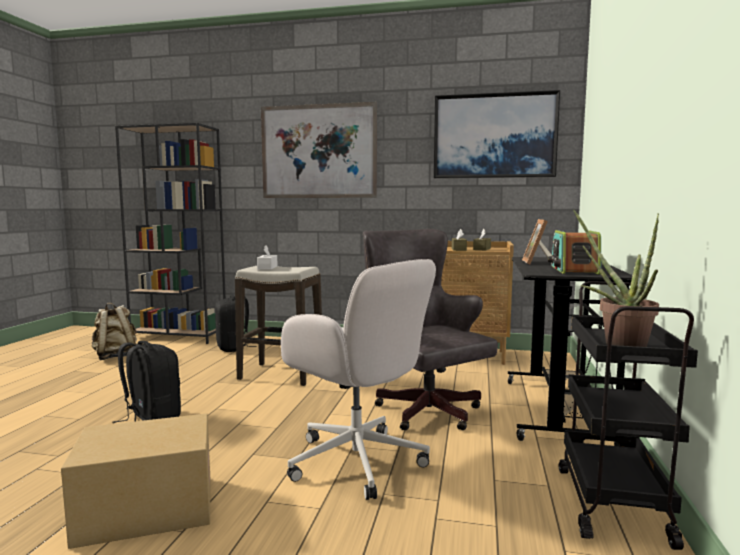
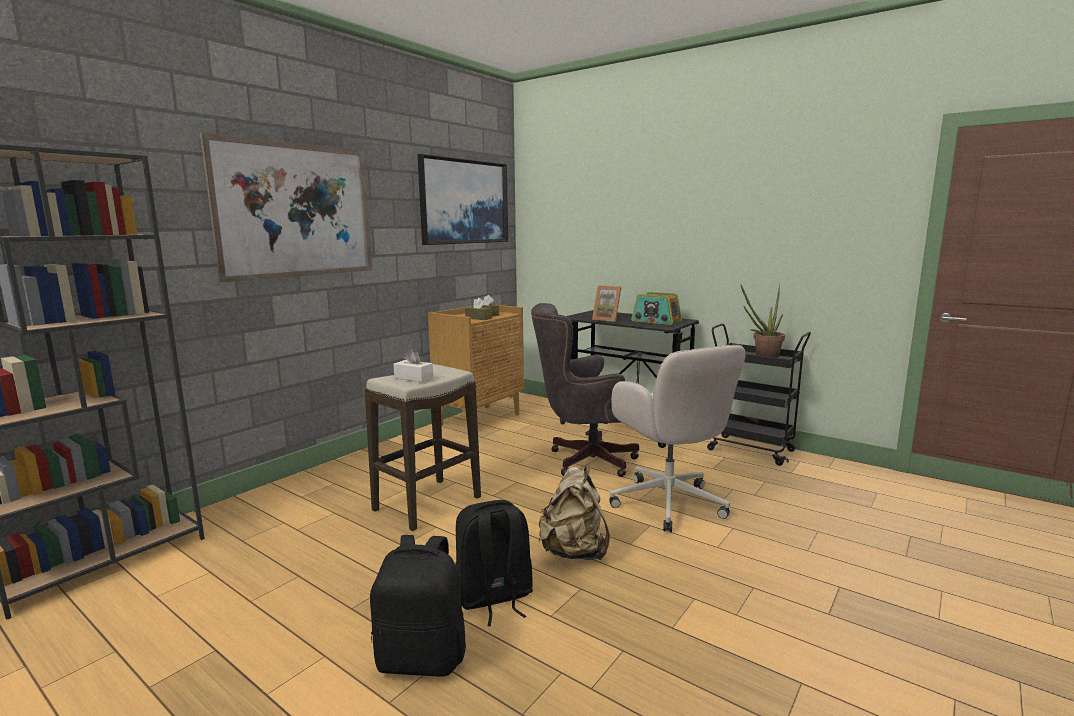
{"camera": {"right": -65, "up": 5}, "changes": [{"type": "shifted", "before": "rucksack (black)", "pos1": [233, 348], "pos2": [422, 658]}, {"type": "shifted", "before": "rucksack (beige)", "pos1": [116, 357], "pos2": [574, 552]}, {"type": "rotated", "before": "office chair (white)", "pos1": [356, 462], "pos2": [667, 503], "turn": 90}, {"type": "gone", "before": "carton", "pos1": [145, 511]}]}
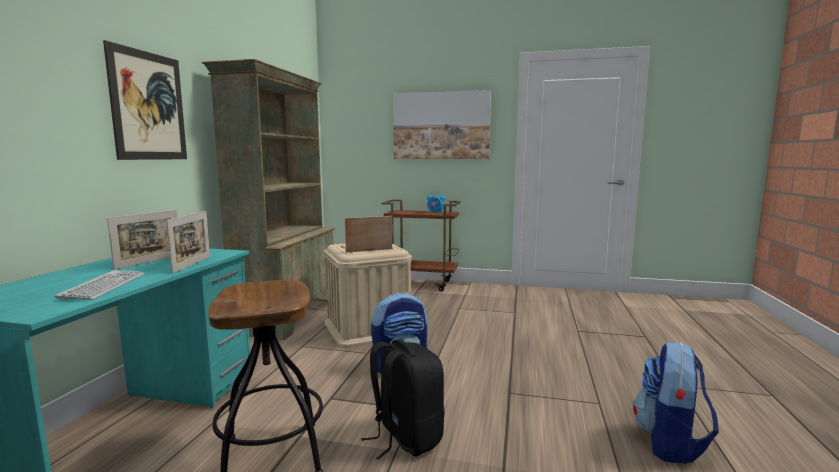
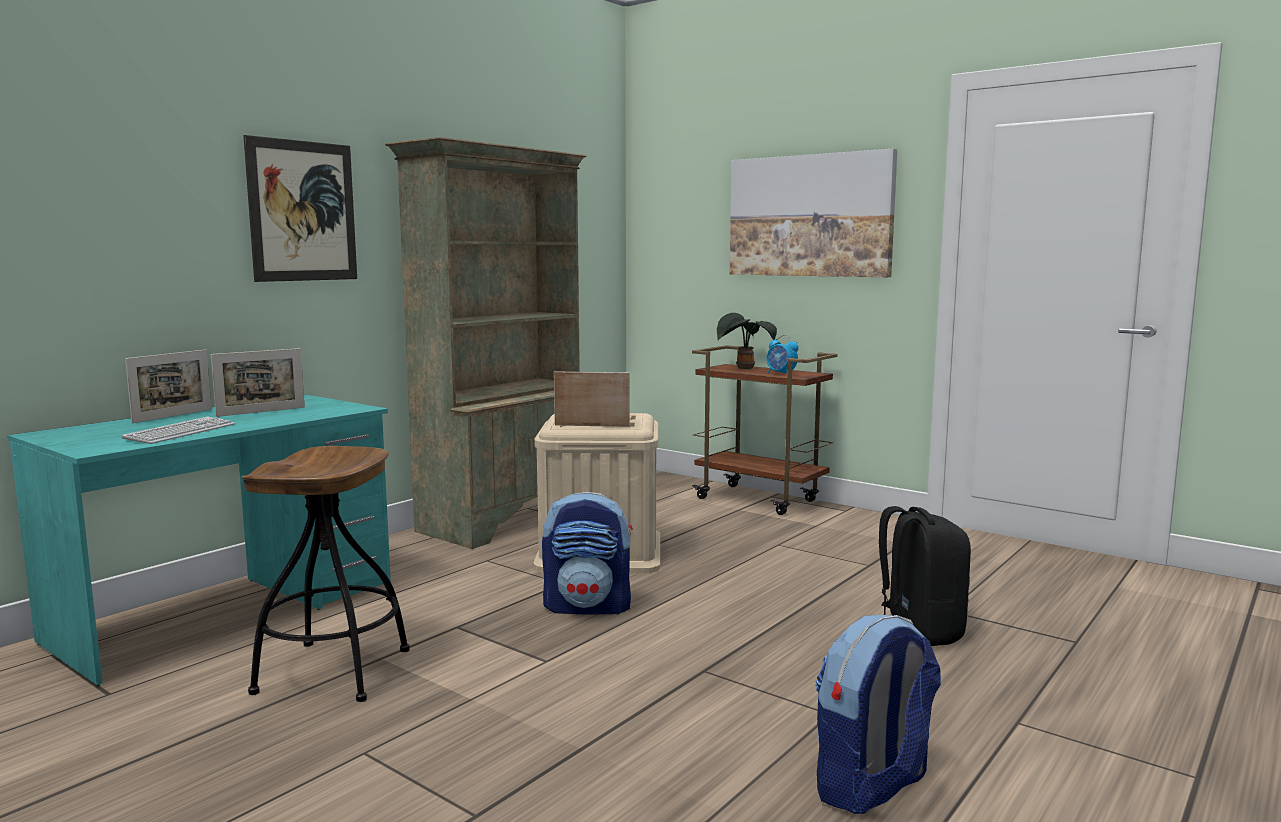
{"camera": {"right": 25, "up": 0}, "changes": [{"type": "shifted", "before": "picture frame", "pos1": [192, 264], "pos2": [173, 416]}, {"type": "new", "after": "plant in a pot", "pos2": [743, 368]}, {"type": "shifted", "before": "rucksack (black)", "pos1": [405, 437], "pos2": [917, 631]}]}
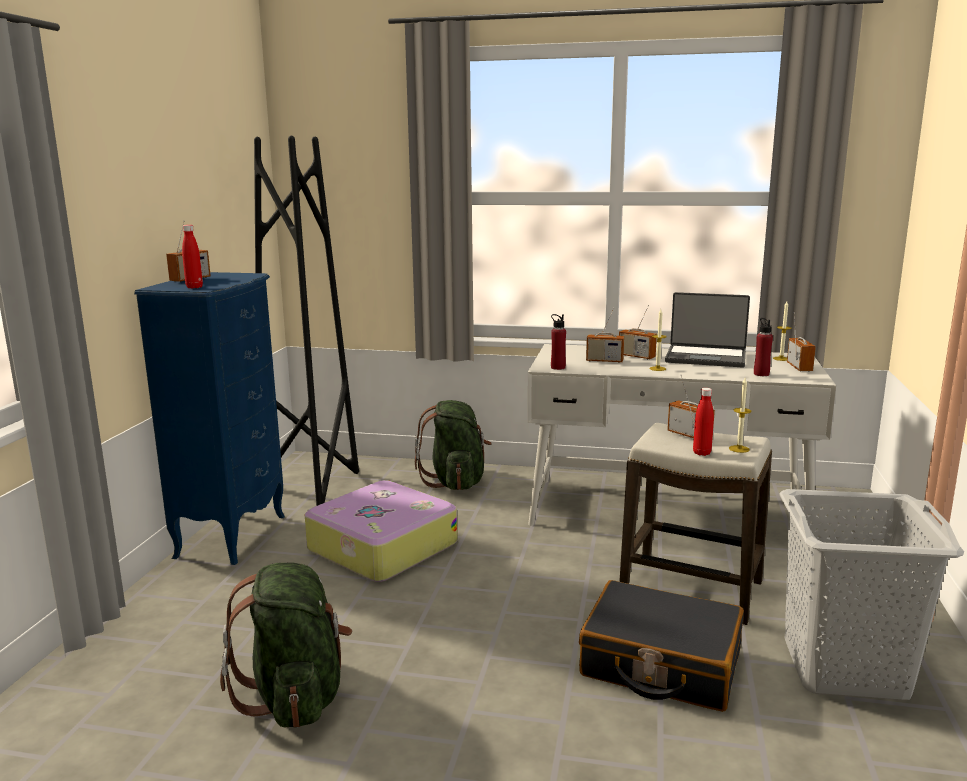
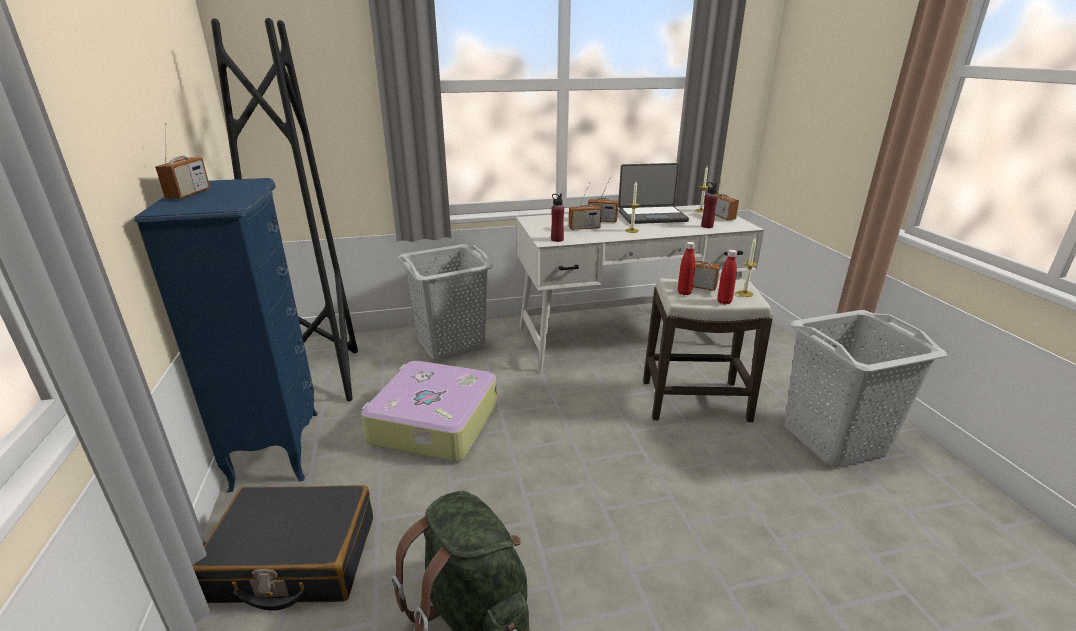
{"camera": {"right": -25, "up": 10}, "changes": [{"type": "shifted", "before": "piece of luggage (black)", "pos1": [660, 664], "pos2": [295, 559]}, {"type": "swapped", "before": "rucksack (green)", "after": "hamper (greyish)", "pos1": [456, 482], "pos2": [450, 344]}, {"type": "shifted", "before": "drink bottle (red)", "pos1": [194, 287], "pos2": [684, 293]}]}
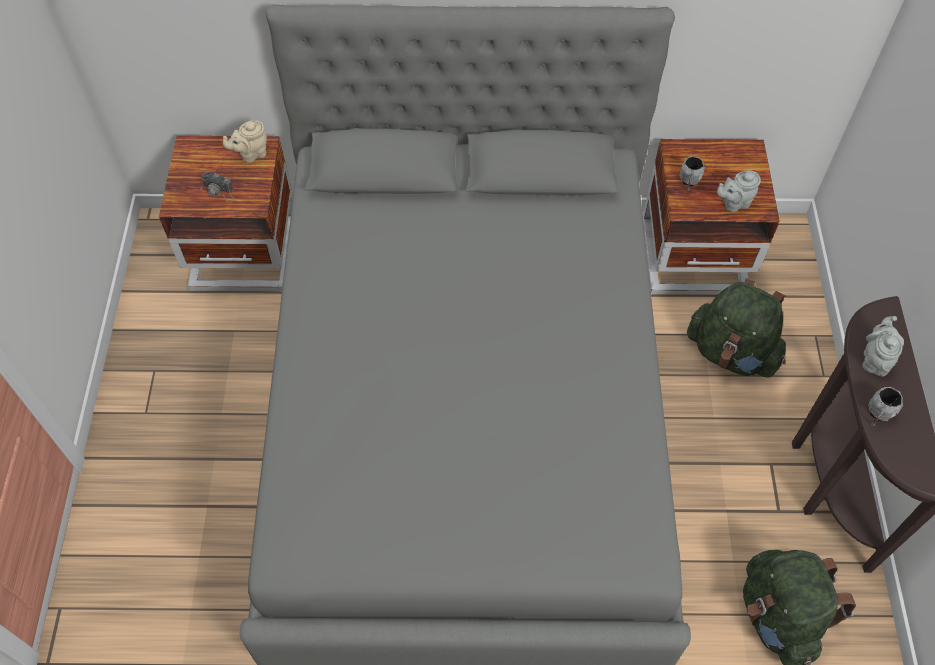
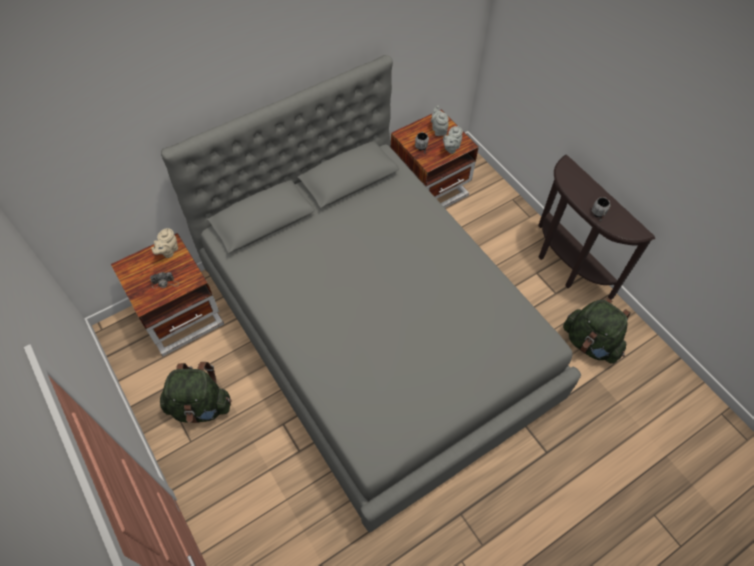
{"camera": {"right": -35, "up": 0}, "changes": [{"type": "shifted", "before": "rucksack (green)", "pos1": [731, 352], "pos2": [200, 406]}, {"type": "shifted", "before": "tea pot (greyish)", "pos1": [875, 359], "pos2": [438, 130]}]}
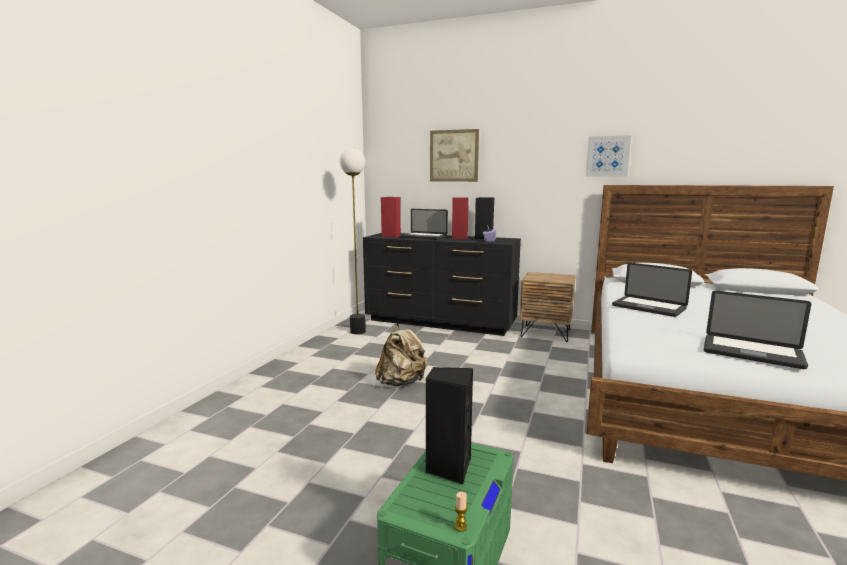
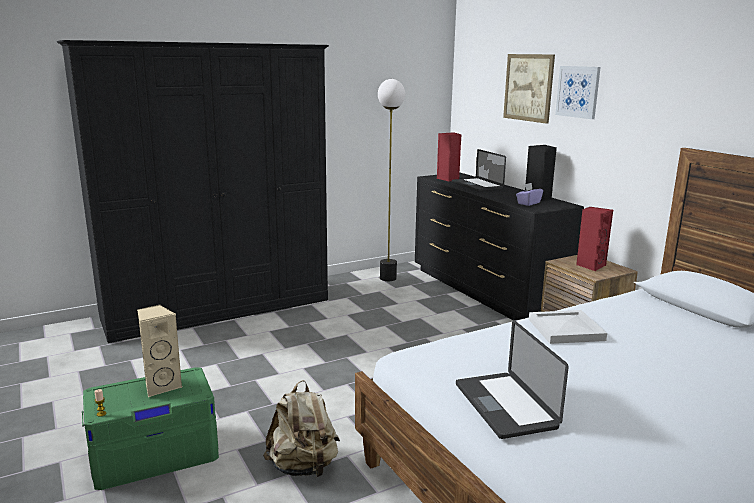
{"camera": {"right": 40, "up": 5}, "changes": [{"type": "new", "after": "wardrobe (black)", "pos2": [218, 308]}, {"type": "repainted", "before": "loudspeaker (black)", "after": "loudspeaker (beige)", "pos1": [448, 468], "pos2": [161, 386]}, {"type": "shifted", "before": "rucksack (beige)", "pos1": [402, 382], "pos2": [303, 467]}, {"type": "swapped", "before": "portable computer", "after": "carrying tray (white)", "pos1": [648, 307], "pos2": [567, 330]}, {"type": "shifted", "before": "picture", "pos1": [607, 156], "pos2": [578, 91]}, {"type": "shifted", "before": "loudspeaker (red)", "pos1": [459, 237], "pos2": [590, 265]}]}
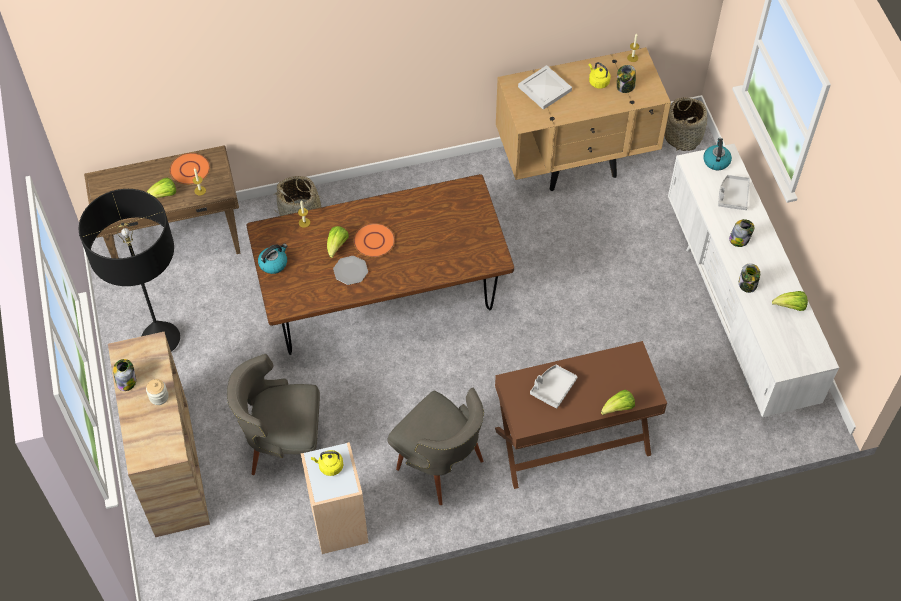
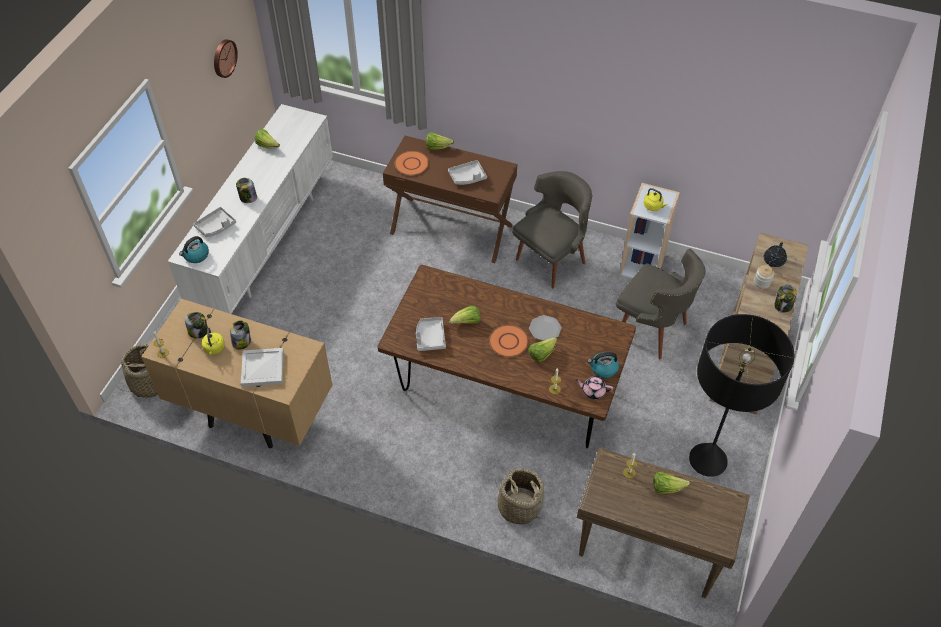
{"camera": {"right": -145, "up": -5}, "changes": [{"type": "new", "after": "hanging clock", "pos2": [223, 58]}, {"type": "shifted", "before": "jar", "pos1": [747, 284], "pos2": [241, 341]}, {"type": "shifted", "before": "flat dish (orange-coloured)", "pos1": [190, 169], "pos2": [411, 164]}, {"type": "new", "after": "carrying tray (greyish)", "pos2": [430, 337]}, {"type": "new", "after": "lettuce", "pos2": [467, 322]}, {"type": "rotated", "before": "plain chair (greyish)", "pos1": [439, 465], "pos2": [550, 262], "turn": 60}, {"type": "new", "after": "tea pot (pink-coloured)", "pos2": [593, 391]}, {"type": "new", "after": "tea pot (black)", "pos2": [773, 261]}]}
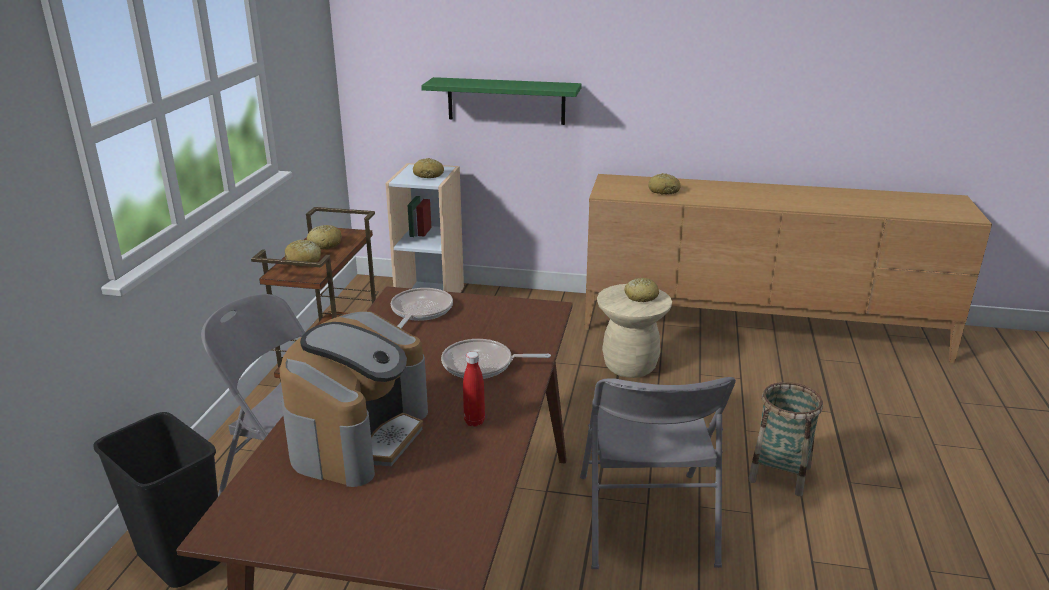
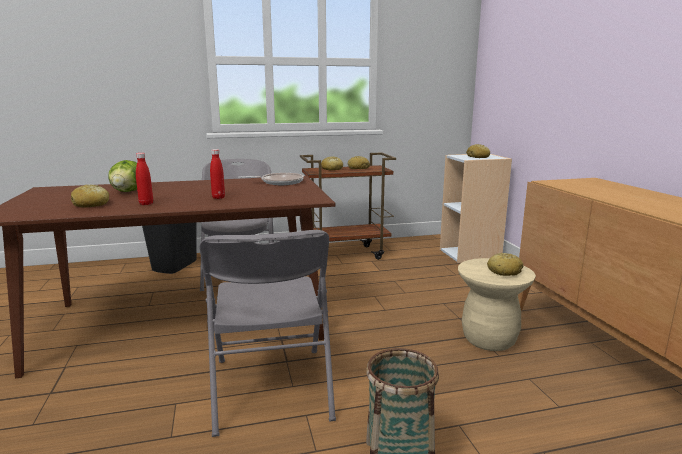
{"camera": {"right": 65, "up": -10}, "changes": [{"type": "shifted", "before": "baked bread", "pos1": [664, 191], "pos2": [91, 204]}, {"type": "swapped", "before": "coffee brewer", "after": "lettuce", "pos1": [359, 435], "pos2": [128, 191]}, {"type": "rotated", "before": "plain chair (greyish)", "pos1": [645, 519], "pos2": [271, 388], "turn": -75}, {"type": "swapped", "before": "skillet", "after": "drink bottle (red)", "pos1": [482, 365], "pos2": [218, 197]}, {"type": "gone", "before": "shelf (green)", "pos1": [506, 101]}]}
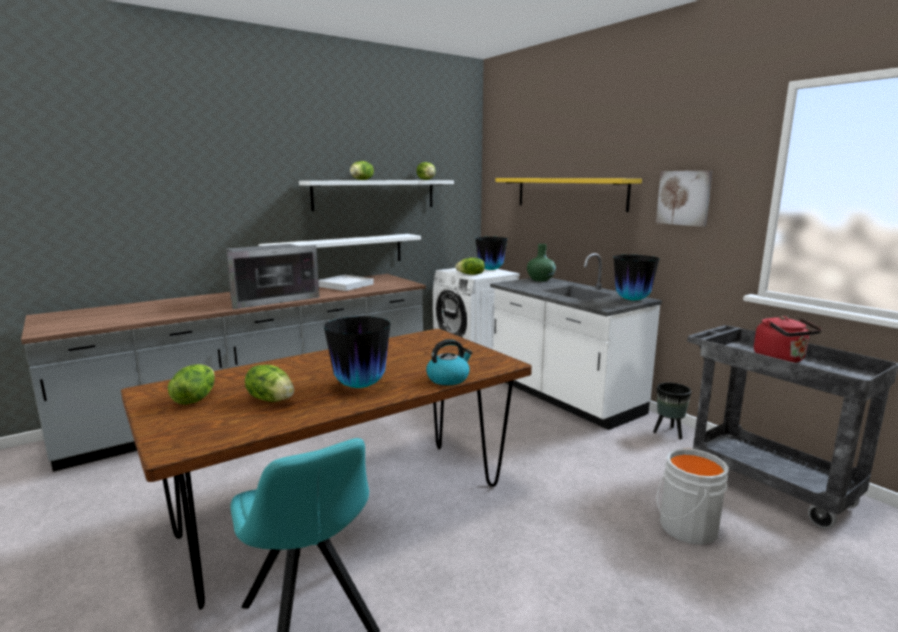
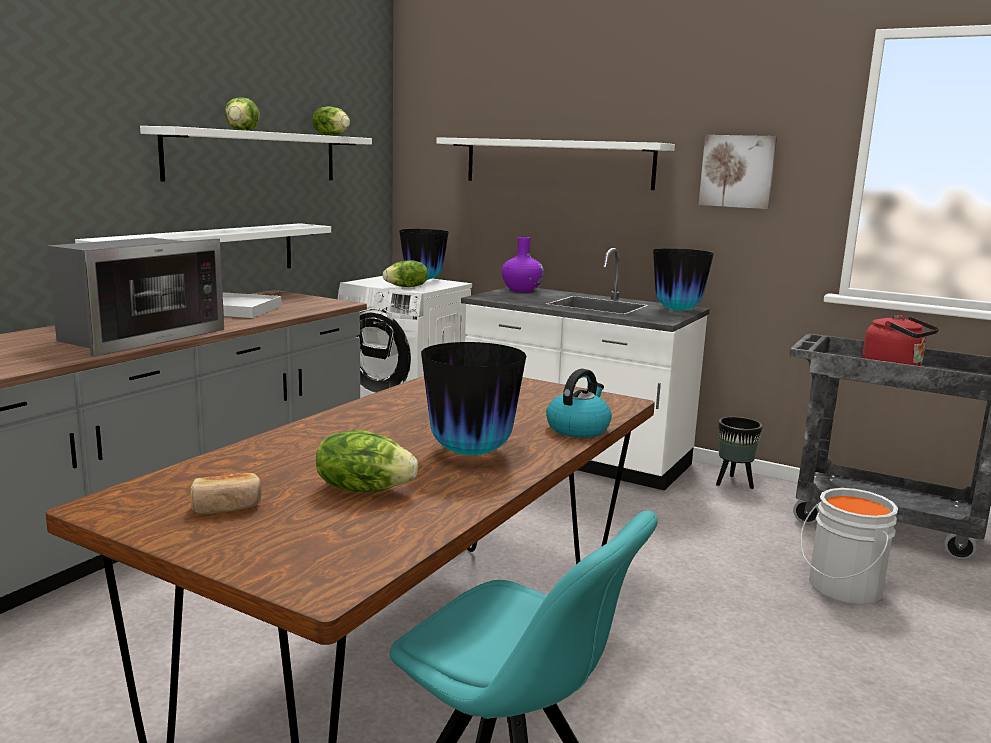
{"camera": {"right": -25, "up": 0}, "changes": [{"type": "swapped", "before": "lettuce", "after": "baked bread", "pos1": [194, 399], "pos2": [226, 507]}, {"type": "repainted", "before": "shelf (yellow)", "after": "shelf (white)", "pos1": [569, 193], "pos2": [557, 163]}, {"type": "repainted", "before": "vase (green)", "after": "vase (purplish)", "pos1": [540, 279], "pos2": [521, 290]}]}
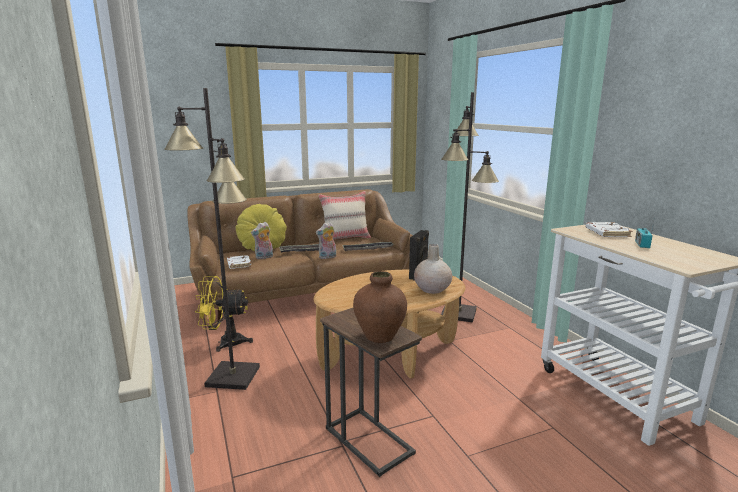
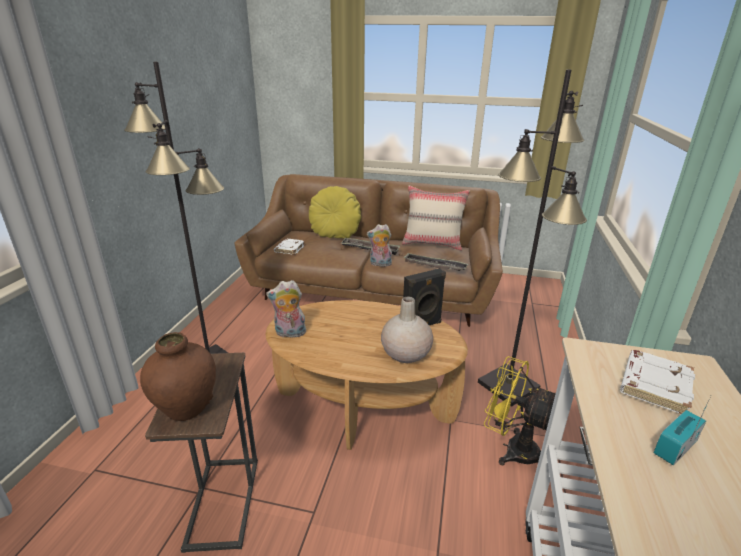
{"camera": {"right": 35, "up": 10}, "changes": [{"type": "shifted", "before": "plush toy", "pos1": [264, 257], "pos2": [289, 333]}, {"type": "shifted", "before": "cooling fan (yellow)", "pos1": [225, 342], "pos2": [512, 449]}]}
